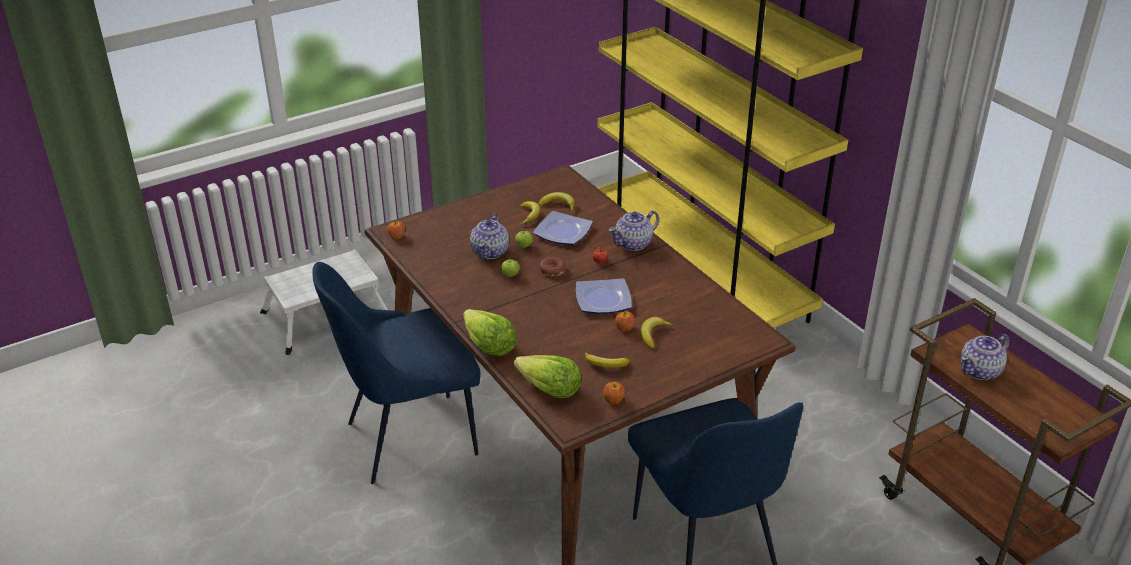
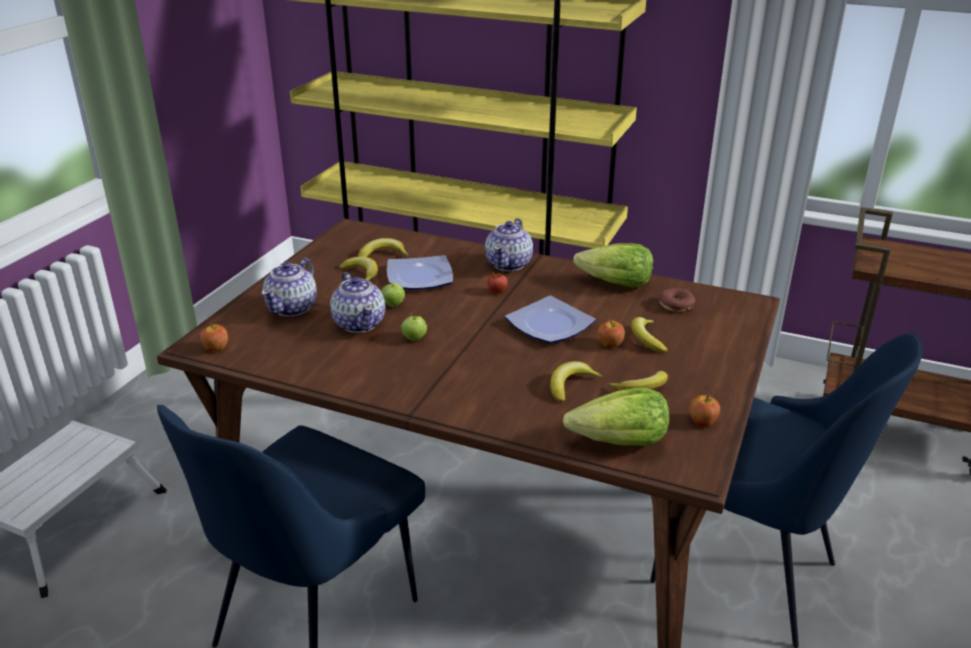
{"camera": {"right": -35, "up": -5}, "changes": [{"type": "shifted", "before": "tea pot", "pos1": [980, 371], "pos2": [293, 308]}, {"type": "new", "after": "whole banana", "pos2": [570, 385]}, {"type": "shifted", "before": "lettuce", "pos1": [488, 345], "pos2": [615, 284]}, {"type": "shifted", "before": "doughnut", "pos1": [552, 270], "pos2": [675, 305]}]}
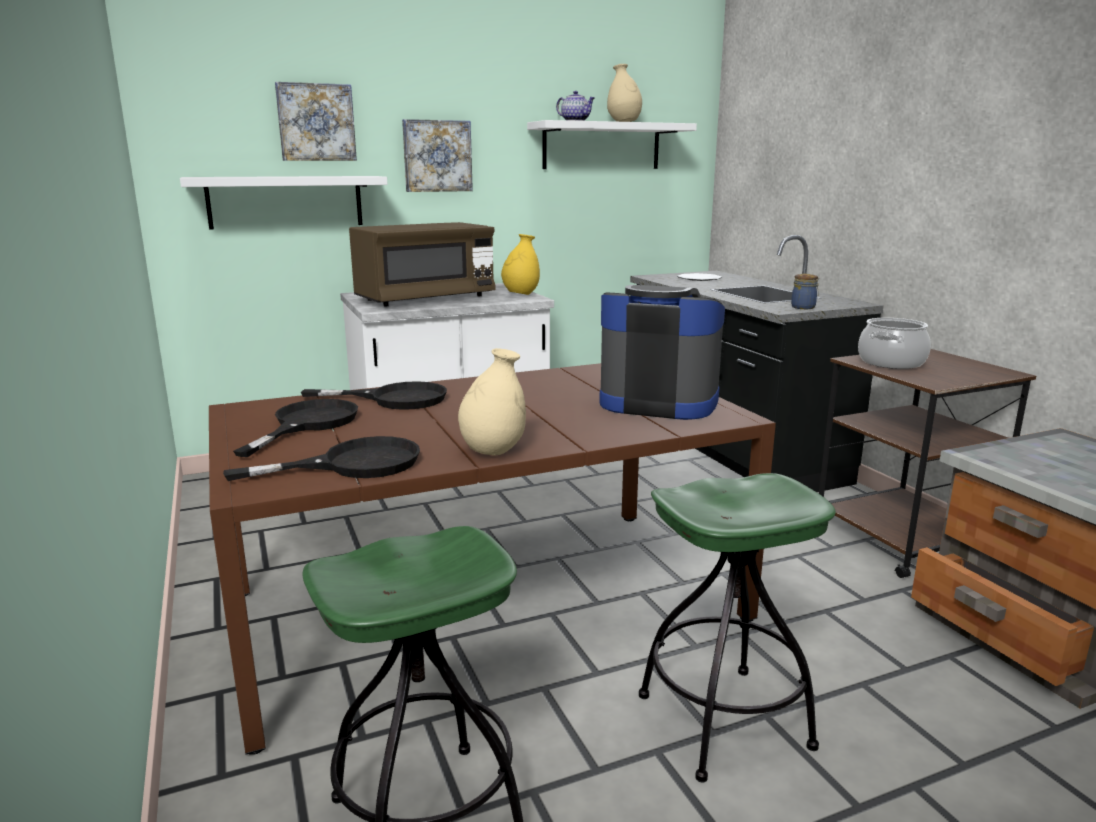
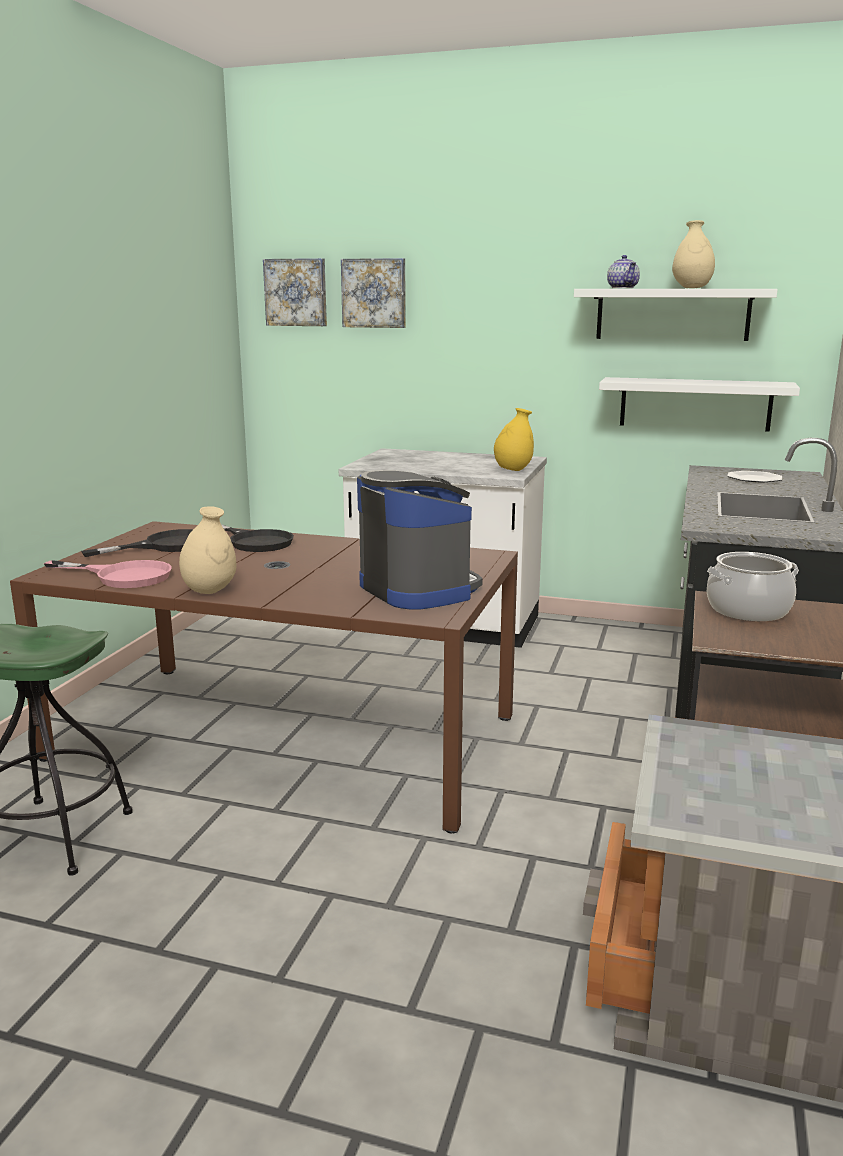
{"camera": {"right": 40, "up": 0}, "changes": [{"type": "repainted", "before": "skillet (black)", "after": "skillet (pink-coloured)", "pos1": [353, 464], "pos2": [123, 576]}, {"type": "shifted", "before": "picture", "pos1": [437, 156], "pos2": [296, 292]}, {"type": "shifted", "before": "shelf (white)", "pos1": [285, 202], "pos2": [695, 404]}, {"type": "gone", "before": "kitchen microwave (brownish)", "pos1": [425, 299]}, {"type": "gone", "before": "stool (green)", "pos1": [723, 720]}, {"type": "gone", "before": "jar", "pos1": [804, 307]}]}
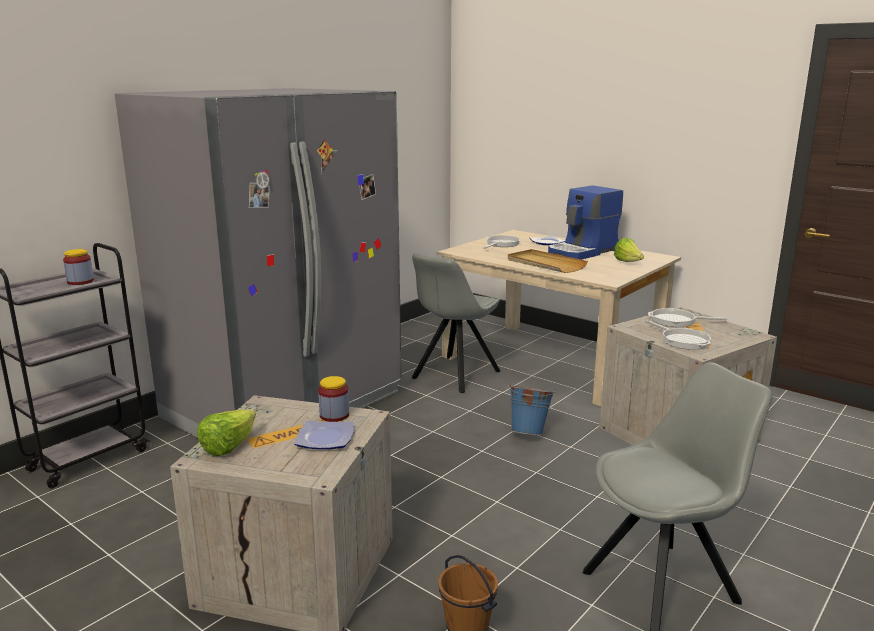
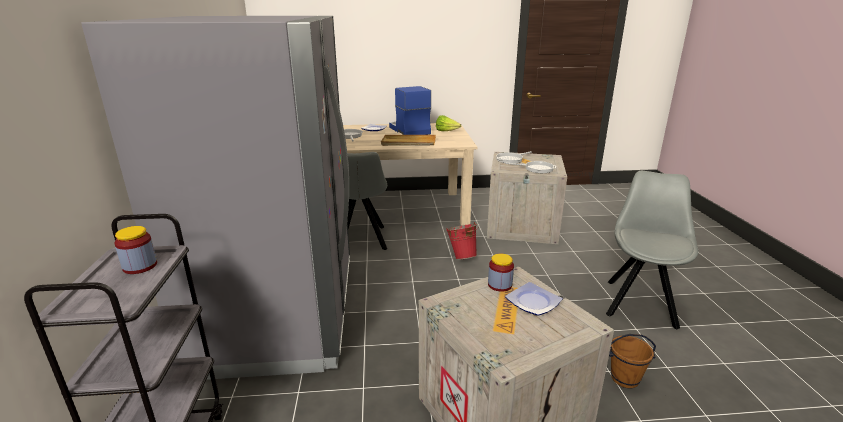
{"camera": {"right": -45, "up": 5}, "changes": [{"type": "rotated", "before": "coffee brewer", "pos1": [583, 252], "pos2": [408, 130], "turn": 150}, {"type": "repainted", "before": "bucket (bluish)", "after": "bucket (red)", "pos1": [529, 432], "pos2": [462, 256]}, {"type": "gone", "before": "lettuce", "pos1": [229, 446]}]}
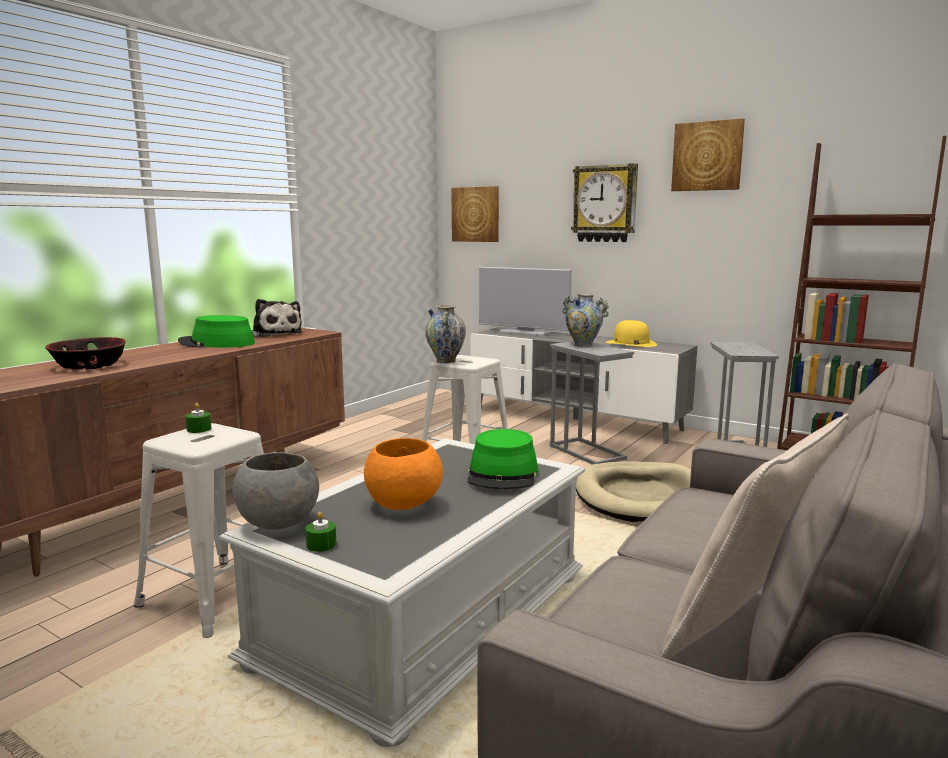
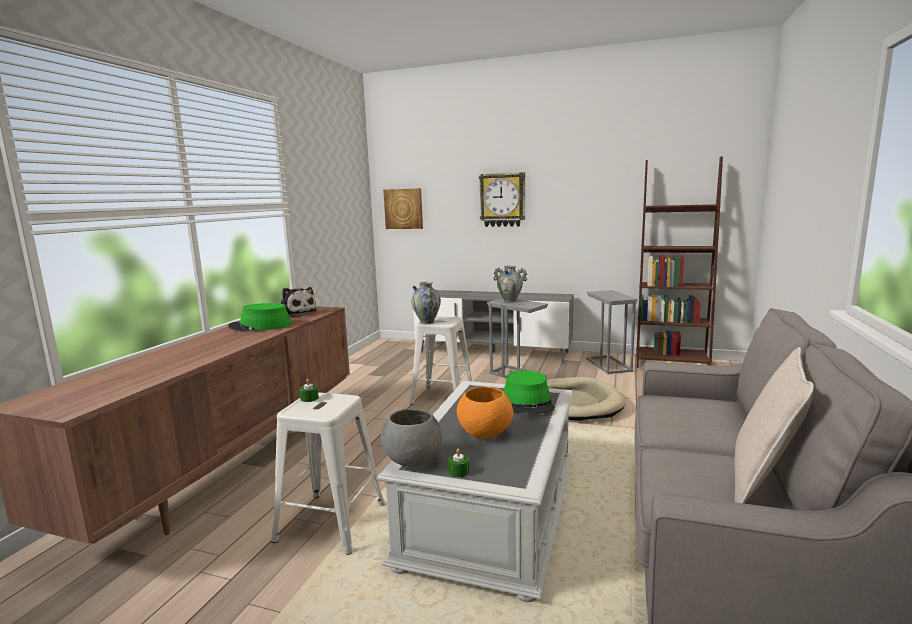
{"camera": {"right": -15, "up": 0}, "changes": [{"type": "gone", "before": "bowl", "pos1": [89, 366]}, {"type": "gone", "before": "television", "pos1": [524, 332]}, {"type": "gone", "before": "hat (yellow)", "pos1": [630, 343]}, {"type": "gone", "before": "picture", "pos1": [707, 156]}]}
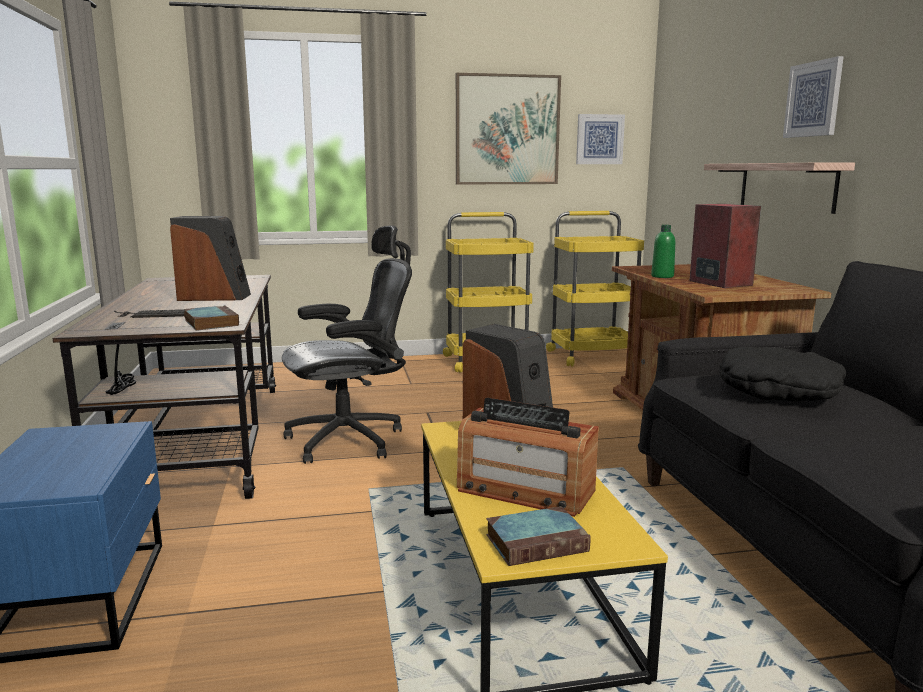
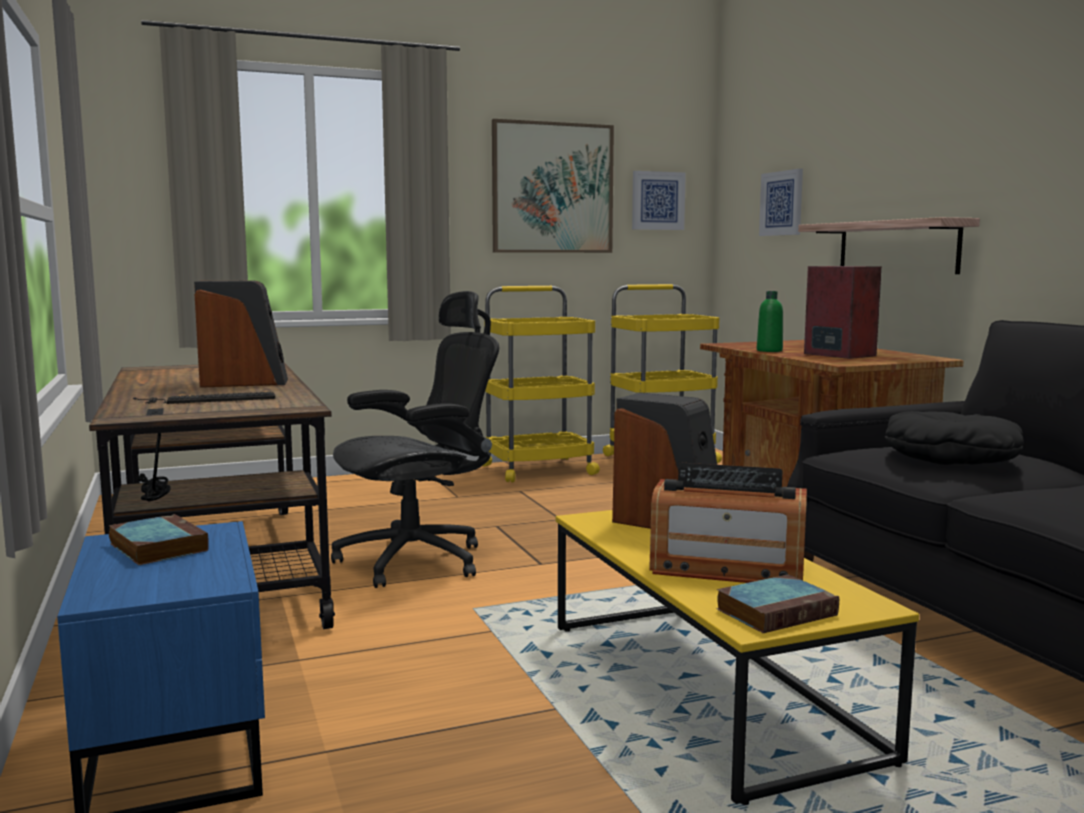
{"camera": {"right": -10, "up": -5}, "changes": [{"type": "shifted", "before": "volume", "pos1": [210, 323], "pos2": [156, 547]}, {"type": "shifted", "before": "picture", "pos1": [813, 99], "pos2": [782, 203]}]}
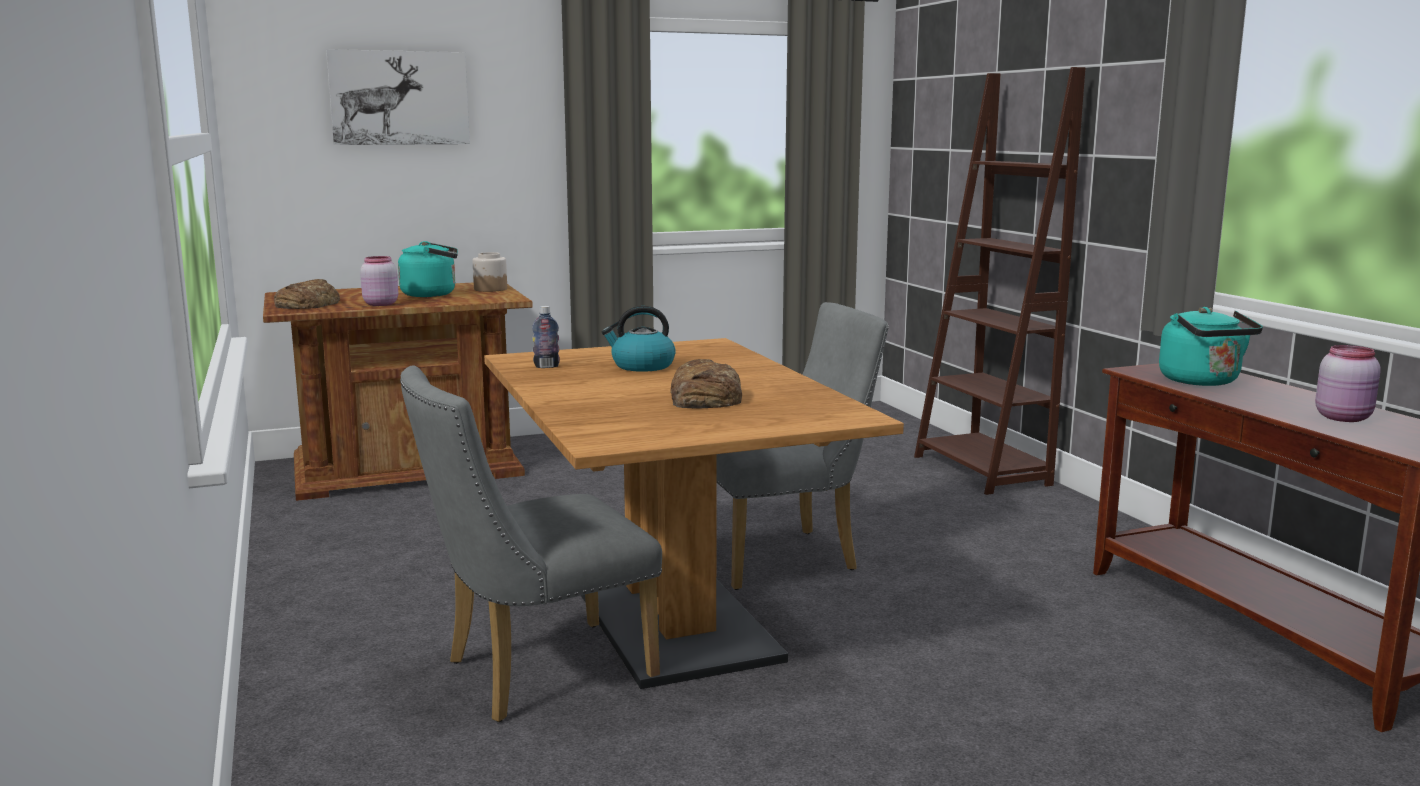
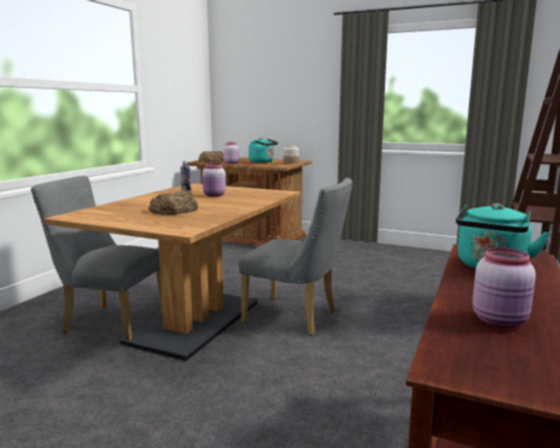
{"camera": {"right": 45, "up": 0}, "changes": [{"type": "swapped", "before": "tea kettle", "after": "jar (pink-coloured)", "pos1": [642, 366], "pos2": [214, 195]}, {"type": "gone", "before": "picture", "pos1": [399, 98]}]}
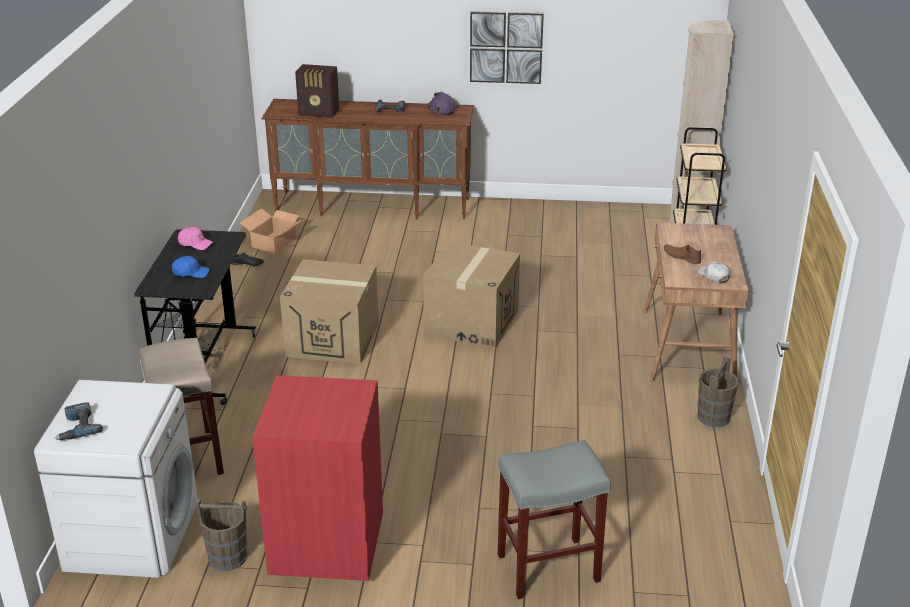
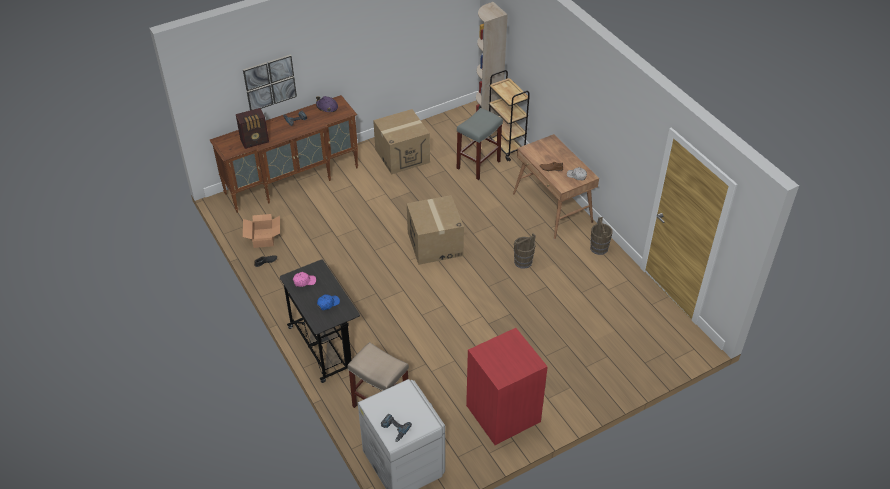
{"camera": {"right": -35, "up": 15}, "changes": [{"type": "shifted", "before": "picture", "pos1": [506, 47], "pos2": [270, 82]}, {"type": "shifted", "before": "carton", "pos1": [333, 339], "pos2": [402, 155]}, {"type": "shifted", "before": "stool (greyish)", "pos1": [547, 568], "pos2": [478, 165]}, {"type": "shifted", "before": "bucket (brownish)", "pos1": [228, 557], "pos2": [523, 261]}]}
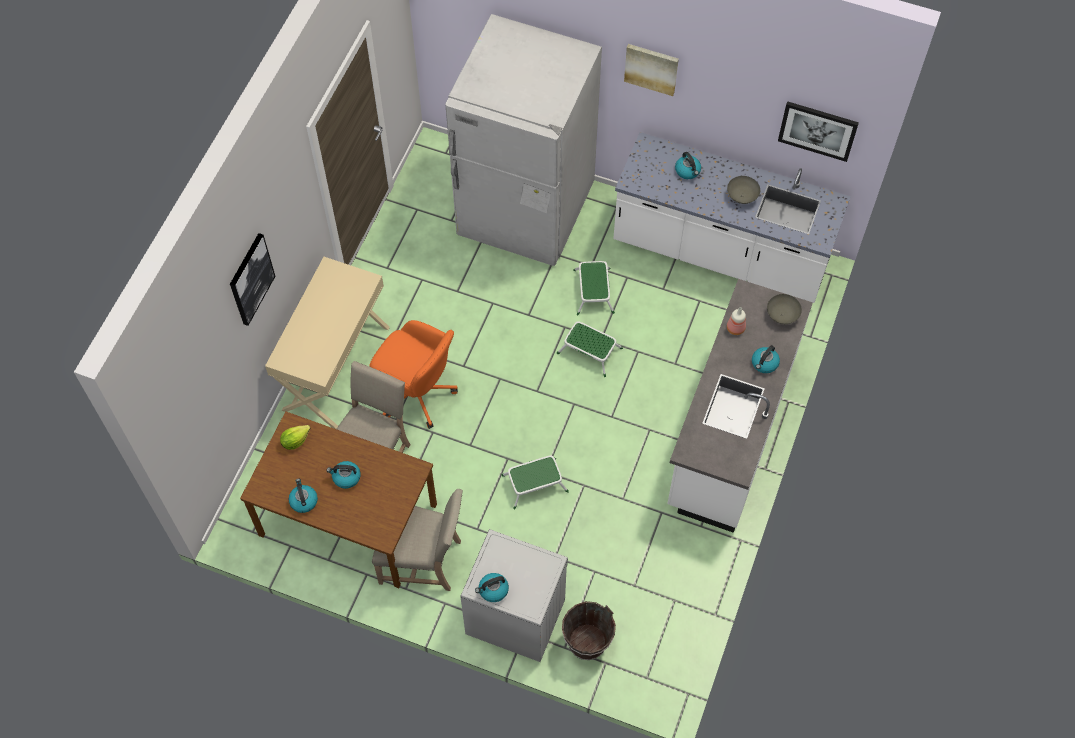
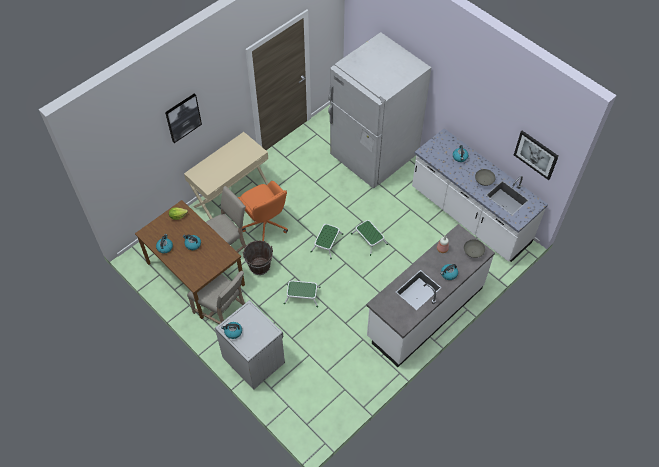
{"camera": {"right": 25, "up": -5}, "changes": [{"type": "shifted", "before": "bucket (brownish)", "pos1": [587, 642], "pos2": [259, 266]}, {"type": "shifted", "before": "stepladder (green)", "pos1": [594, 291], "pos2": [327, 243]}, {"type": "gone", "before": "picture", "pos1": [651, 68]}]}
